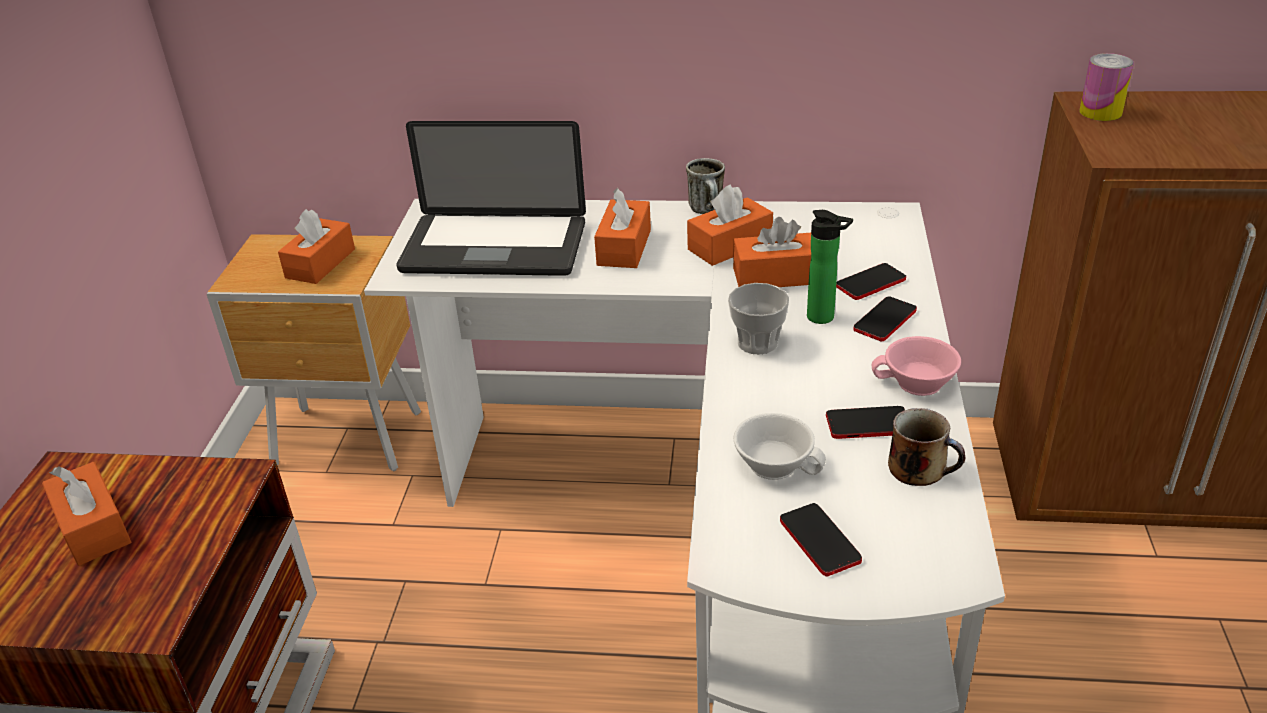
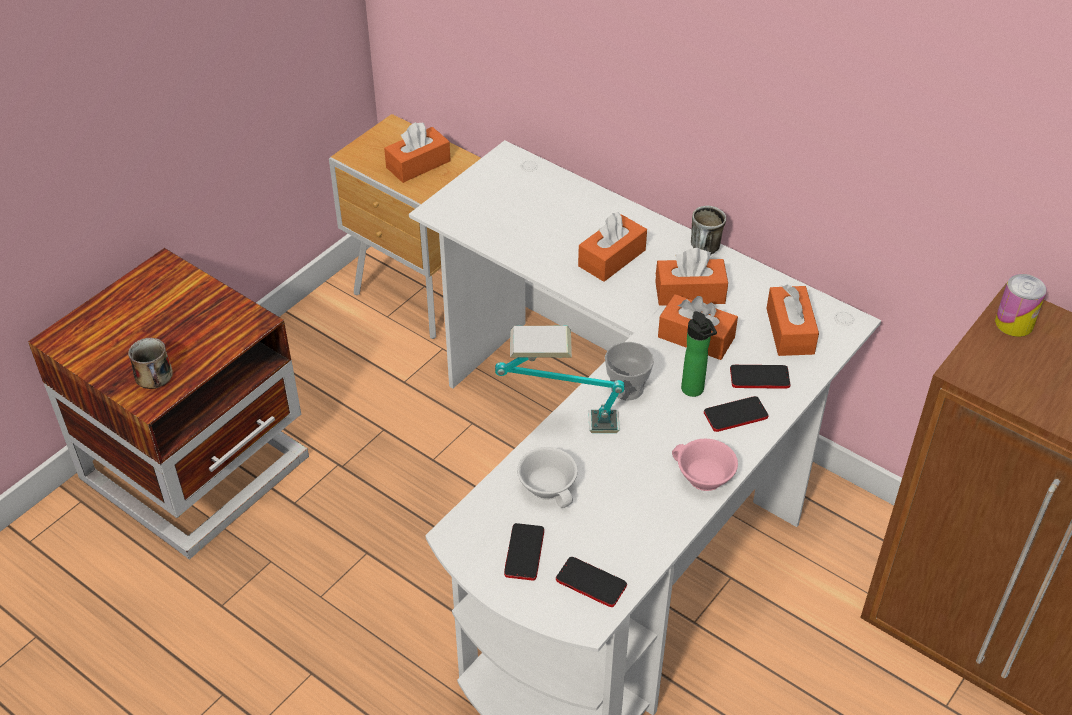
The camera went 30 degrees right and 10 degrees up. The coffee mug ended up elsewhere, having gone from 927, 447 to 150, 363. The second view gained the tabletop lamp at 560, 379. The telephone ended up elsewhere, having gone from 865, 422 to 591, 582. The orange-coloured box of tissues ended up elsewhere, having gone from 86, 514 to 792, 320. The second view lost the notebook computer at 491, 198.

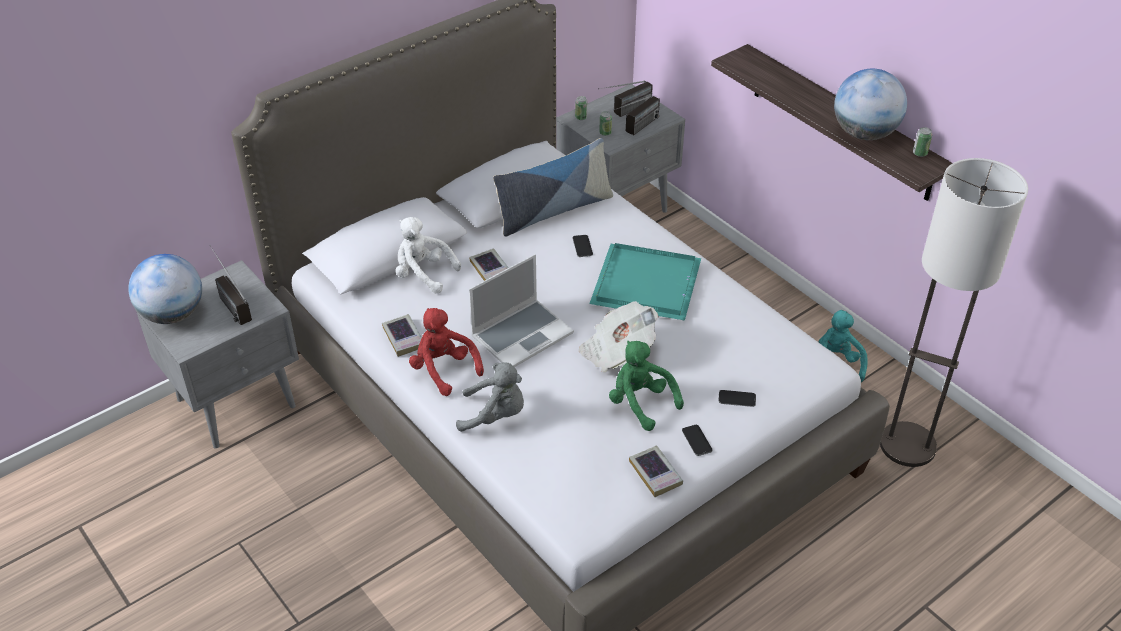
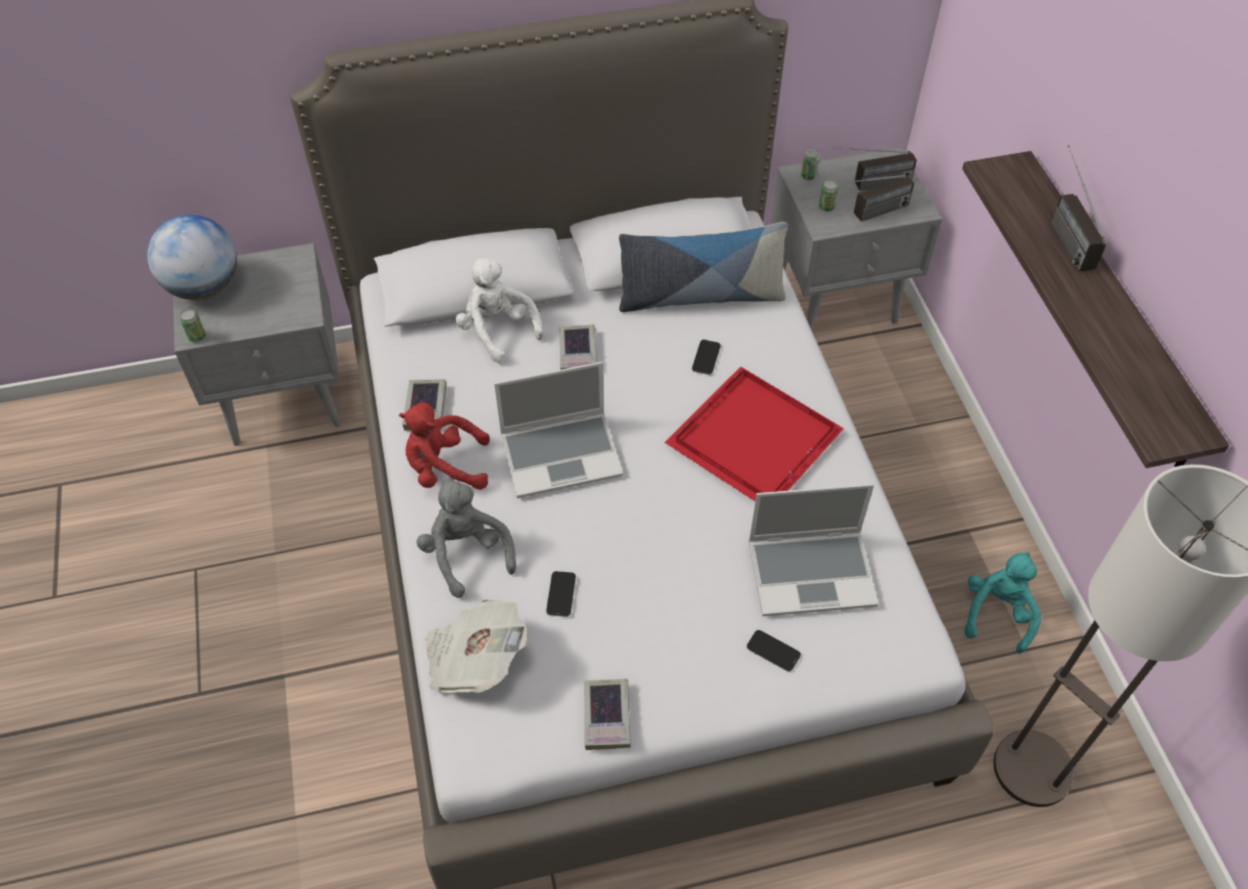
The camera went 25 degrees right and 10 degrees up. The metal can ended up elsewhere, having gone from 922, 142 to 193, 326. The red cuddly toy at 446, 352 ended up facing another way, 75 degrees counterclockwise from before. The gray cuddly toy at 490, 397 ended up facing another way, 150 degrees counterclockwise from before. The daily paper ended up elsewhere, having gone from 619, 337 to 476, 646. The telephone ended up elsewhere, having gone from 697, 440 to 561, 594. What was the turquoise carrying tray at 645, 282 turned into the red carrying tray at 754, 434. The second view gained the notebook computer at 813, 550. The radio set ended up elsewhere, having gone from 231, 285 to 1078, 208. The second view lost the green-coloured cuddly toy at 646, 386. The second view lost the globe at 870, 104.

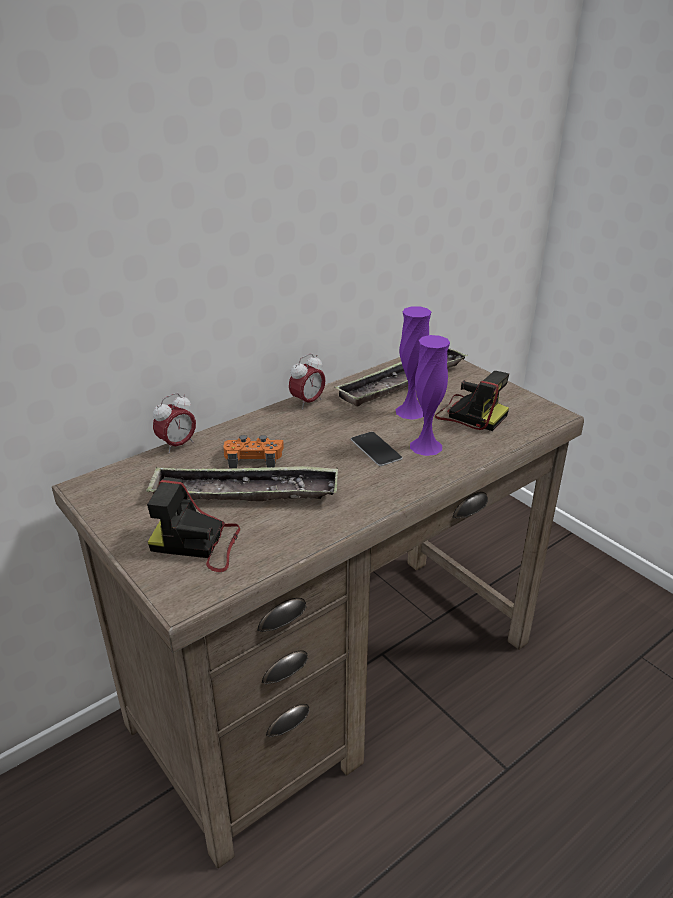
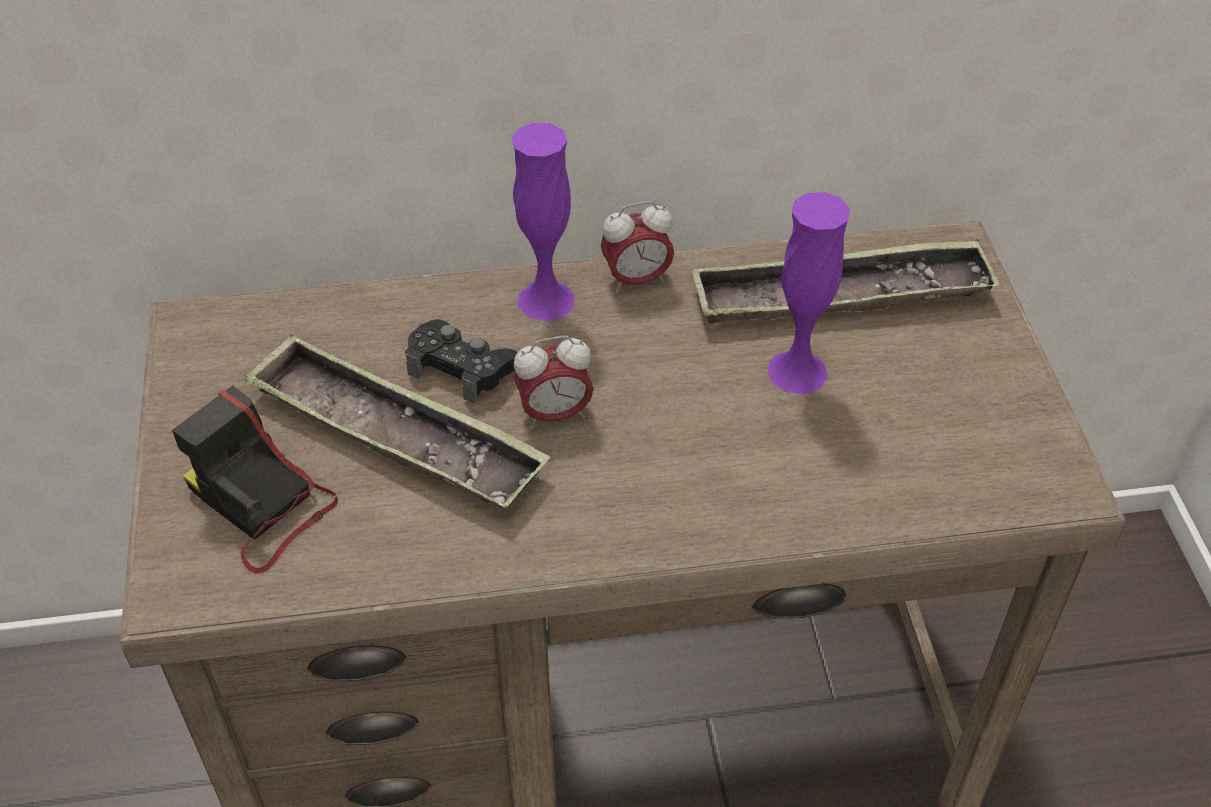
The camera went 30 degrees right and 15 degrees up. What was the orange-coloured gamepad at 253, 451 turned into the black-coloured gamepad at 461, 361. The purple flower vase ended up elsewhere, having gone from 430, 395 to 543, 222. The table clock ended up elsewhere, having gone from 174, 423 to 554, 382. The second view lost the telephone at 377, 449. The second view lost the photo camera at 472, 401.

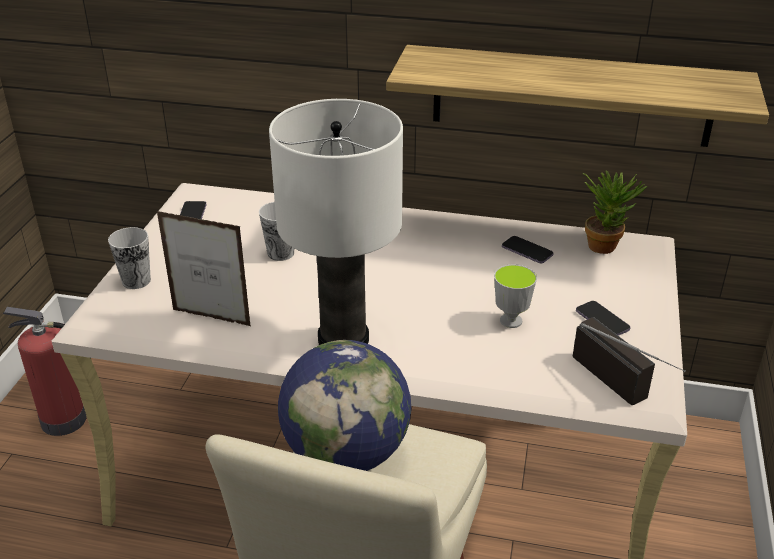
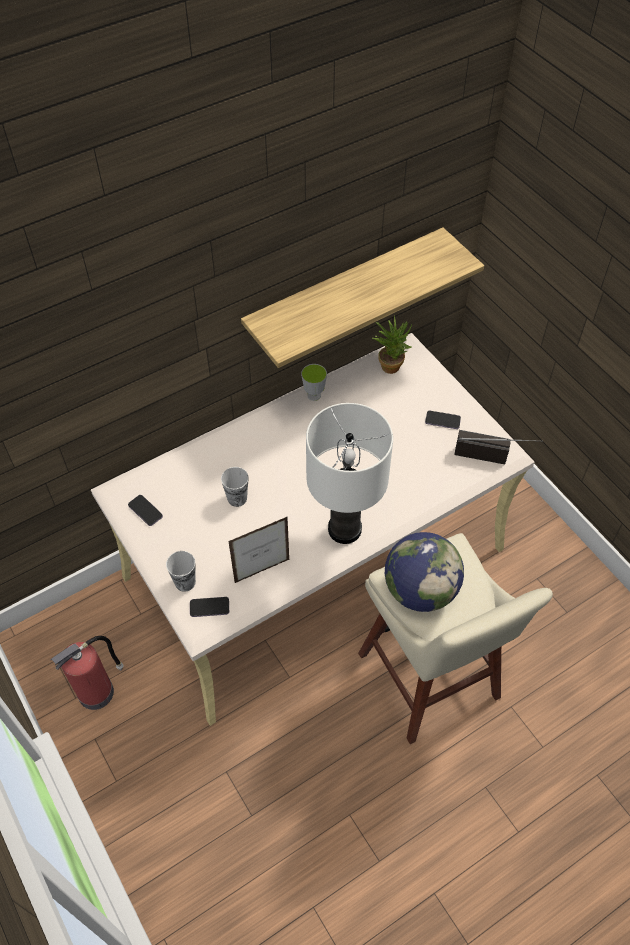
The camera went 45 degrees left and 20 degrees up. The telephone ended up elsewhere, having gone from 528, 249 to 209, 607. The drinking cup ended up elsewhere, having gone from 515, 296 to 314, 382.

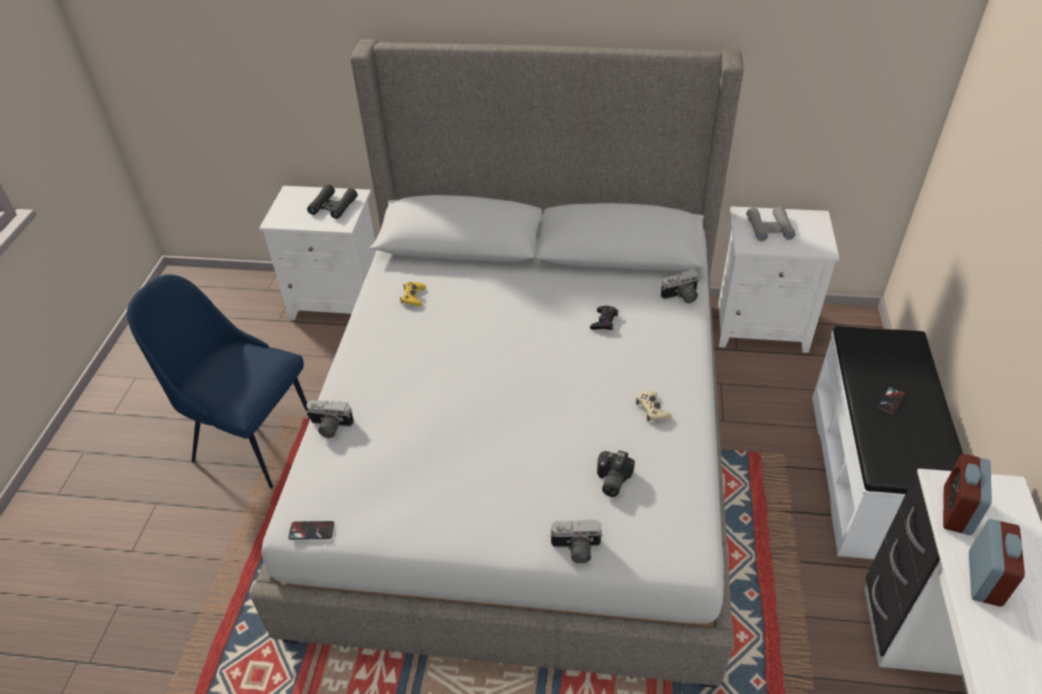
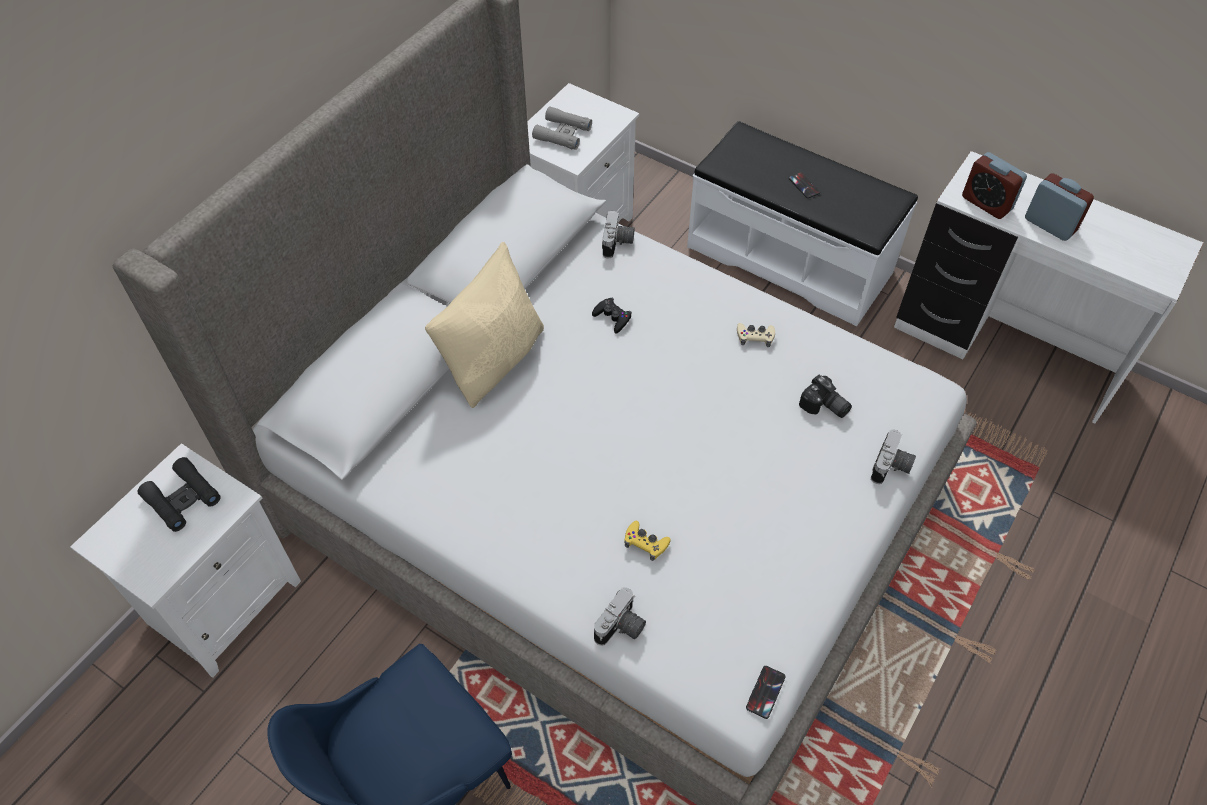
The camera went 65 degrees left and 10 degrees up. The second view gained the sand-coloured throw pillow at 484, 325. The yellow-coloured gamepad ended up elsewhere, having gone from 413, 294 to 647, 541.

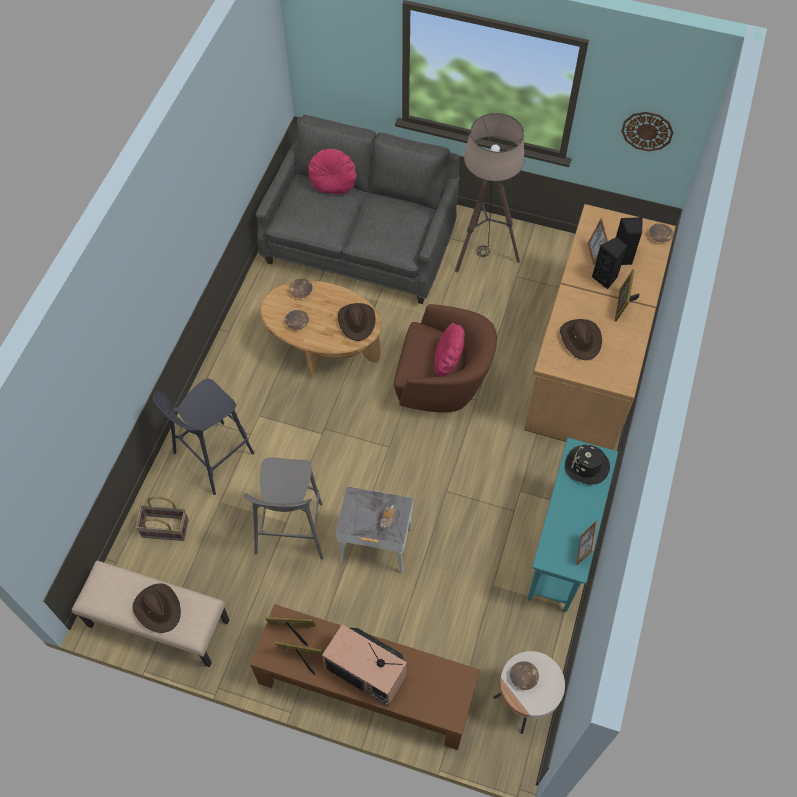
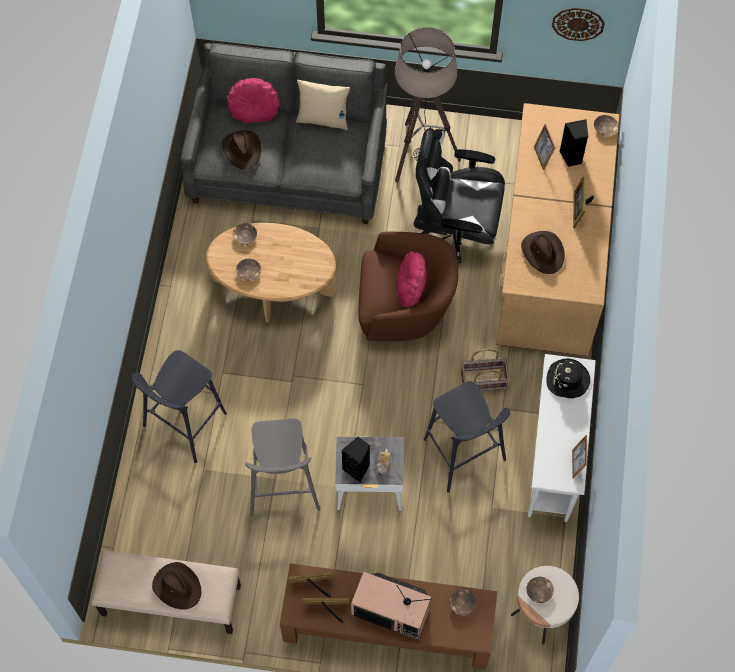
The camera went 10 degrees left and 5 degrees up. The brown-coloured wearable hat ended up elsewhere, having gone from 356, 322 to 242, 150. The second view gained the sand-coloured throw pillow at 323, 105. The black-coloured audio speaker ended up elsewhere, having gone from 609, 263 to 356, 459. The second view gained the black-coloured computer chair at 459, 195. The second view gained the gray stool at 467, 437. The second view gained the brown-coloured serving bowl at 463, 602. The basket ended up elsewhere, having gone from 162, 518 to 485, 370. What was the turquoise narrow table at 572, 525 turned into the whitish narrow table at 562, 438.

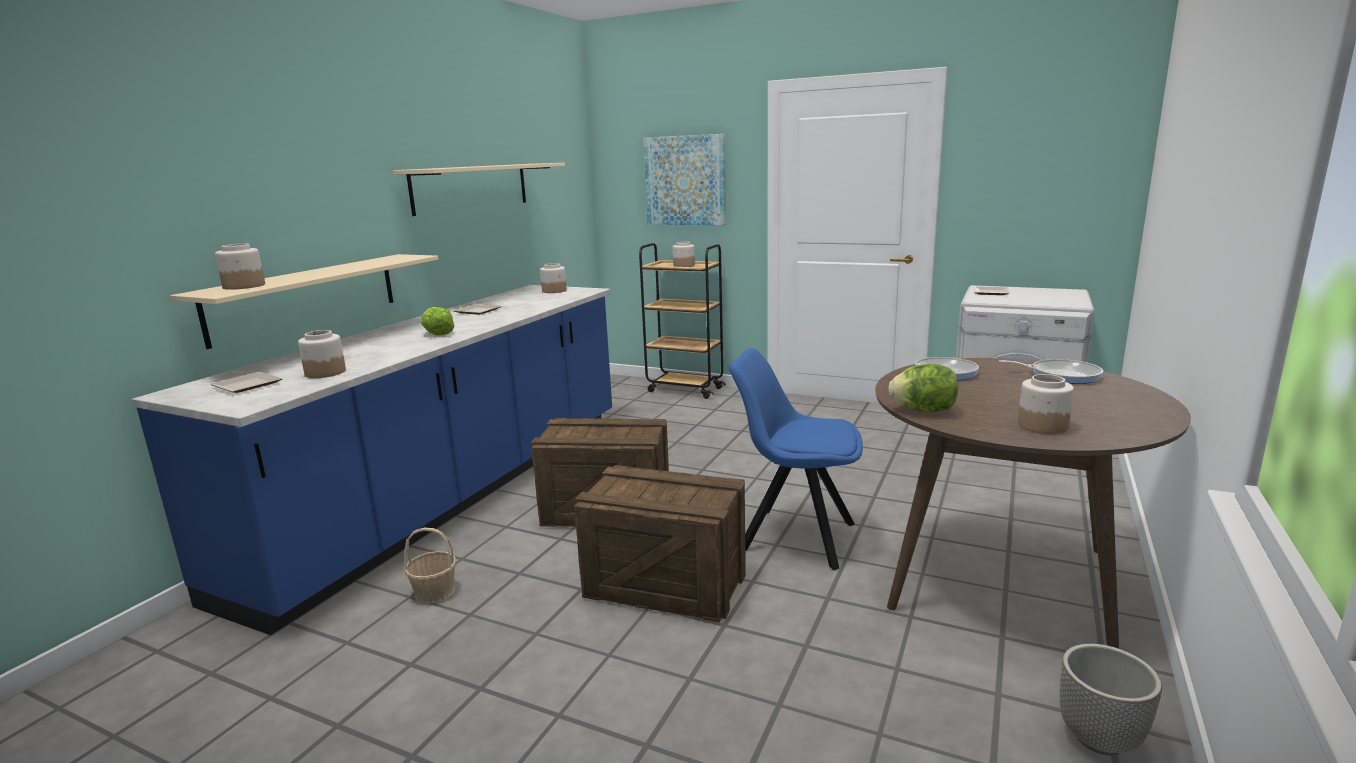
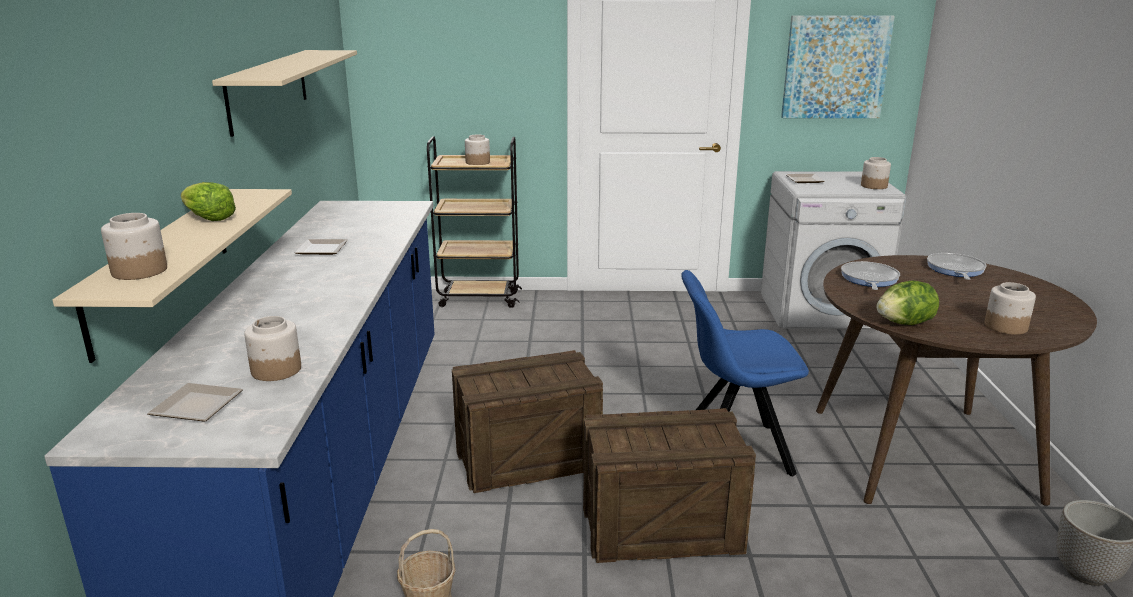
The camera went 25 degrees left and 5 degrees up. The head of lettuce ended up elsewhere, having gone from 437, 321 to 208, 201. The picture ended up elsewhere, having gone from 684, 179 to 838, 66. The preserve jar ended up elsewhere, having gone from 553, 278 to 876, 173. The pan at 1051, 371 ended up facing another way, 75 degrees counterclockwise from before.

